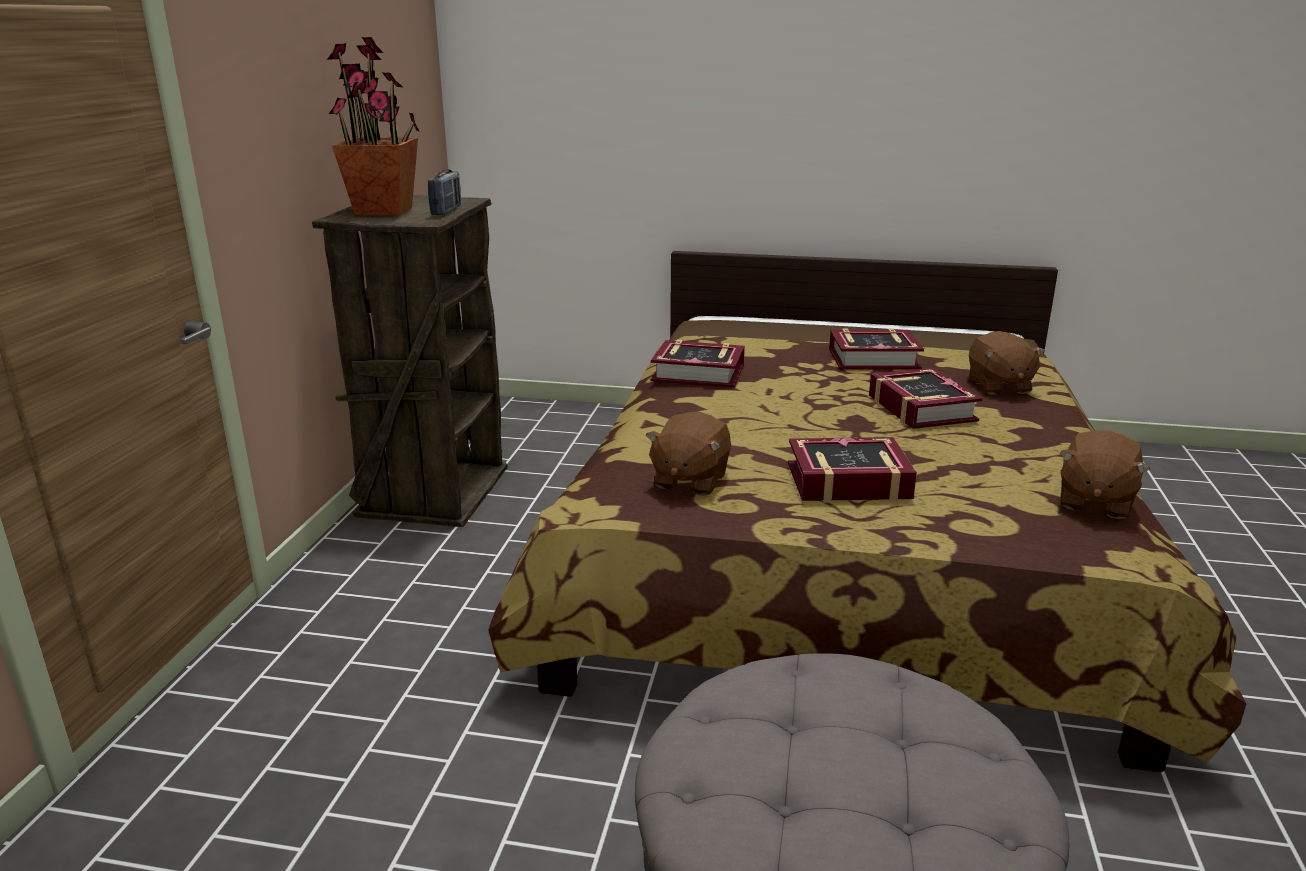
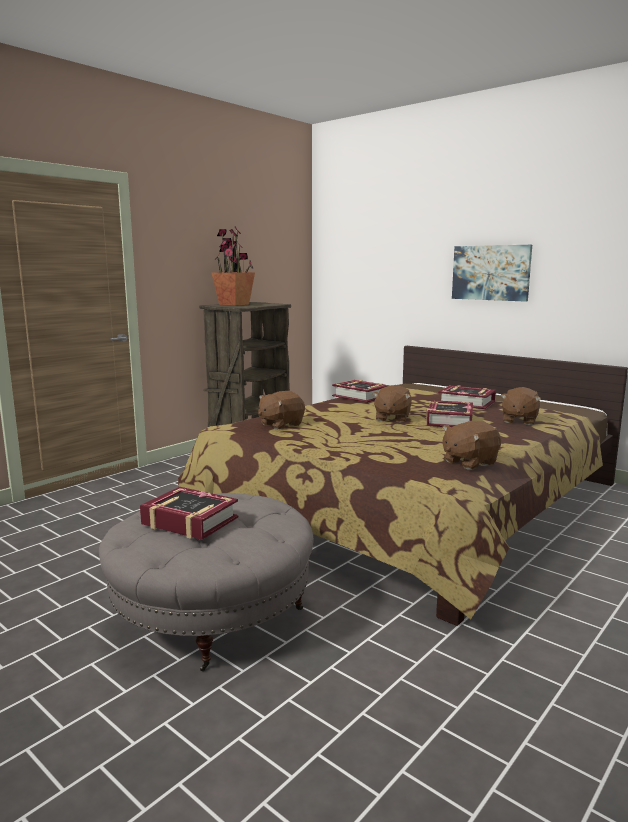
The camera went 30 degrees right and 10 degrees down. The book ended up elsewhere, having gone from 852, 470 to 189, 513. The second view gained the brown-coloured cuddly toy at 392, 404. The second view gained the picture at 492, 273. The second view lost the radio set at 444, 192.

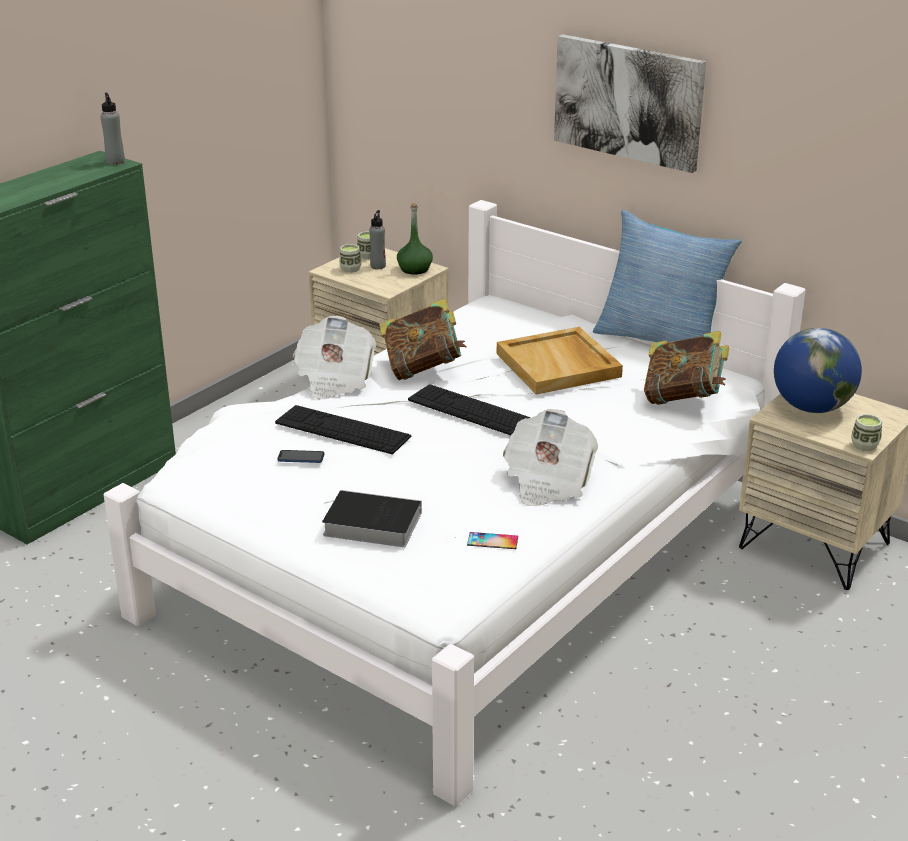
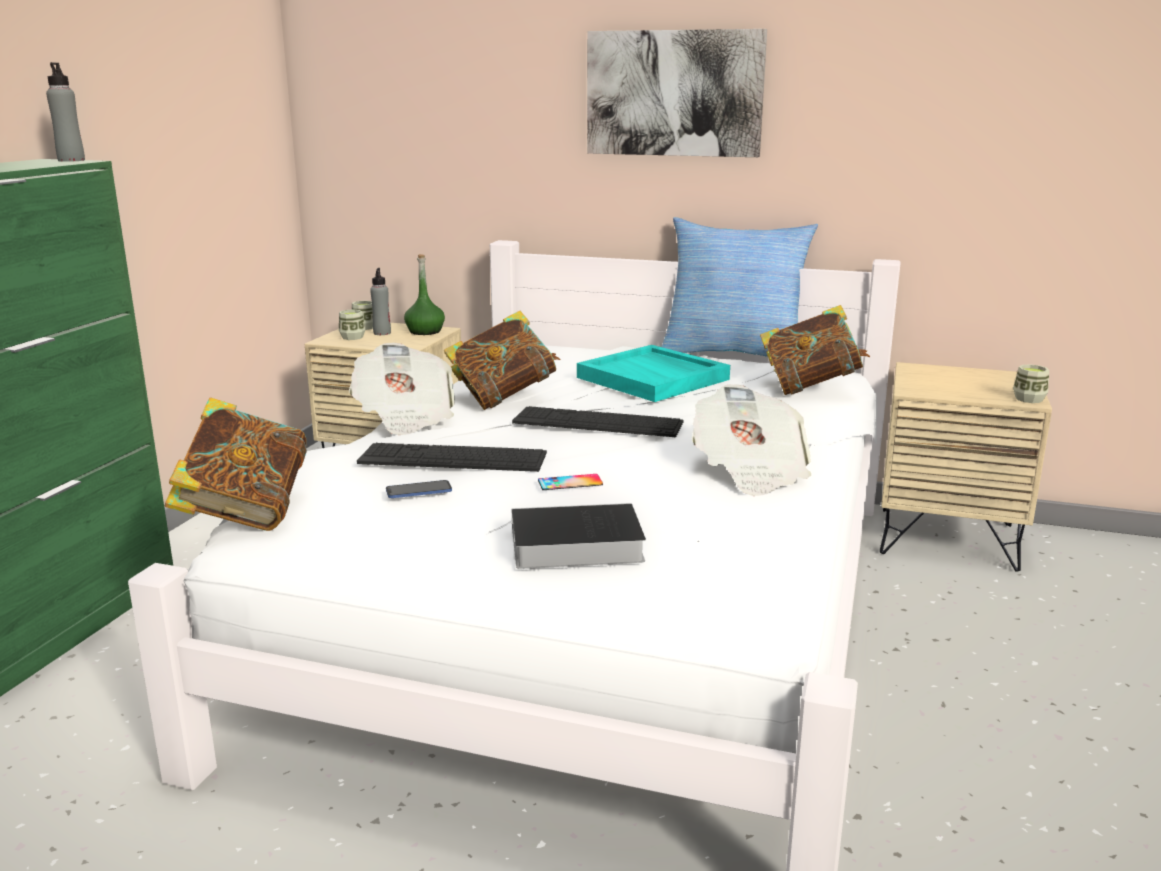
The camera went 20 degrees left and 10 degrees down. The second view gained the book at 236, 464. The telephone ended up elsewhere, having gone from 492, 540 to 570, 482. What was the sand-coloured carrying tray at 560, 361 turned into the turquoise carrying tray at 653, 373. The second view lost the globe at 818, 370.

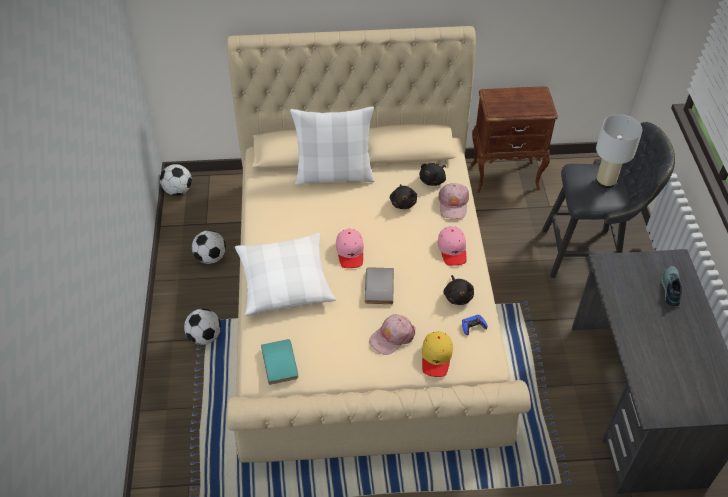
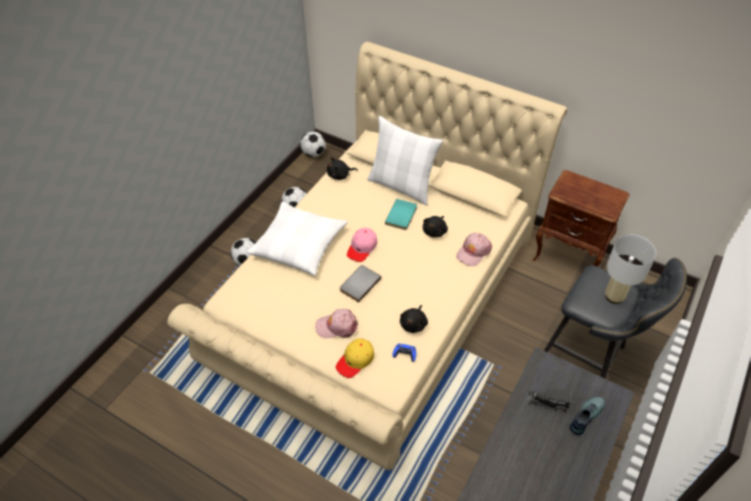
The camera went 35 degrees right and 0 degrees up. The black-coloured cuddly toy ended up elsewhere, having gone from 432, 174 to 342, 168. The turquoise book ended up elsewhere, having gone from 279, 362 to 401, 214. The second view gained the toy truck at 552, 400. The second view lost the pinkish peaked cap at 452, 246.

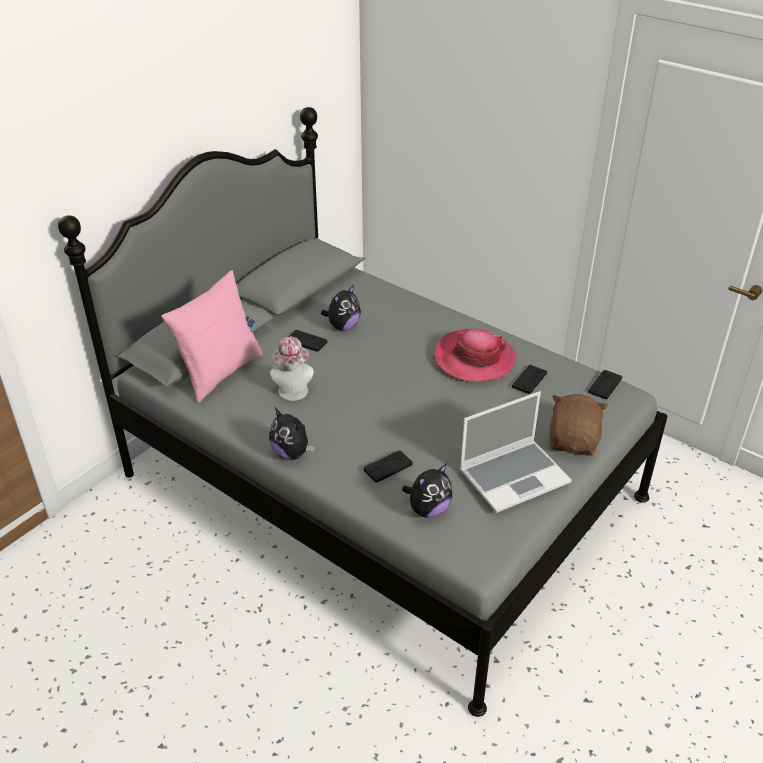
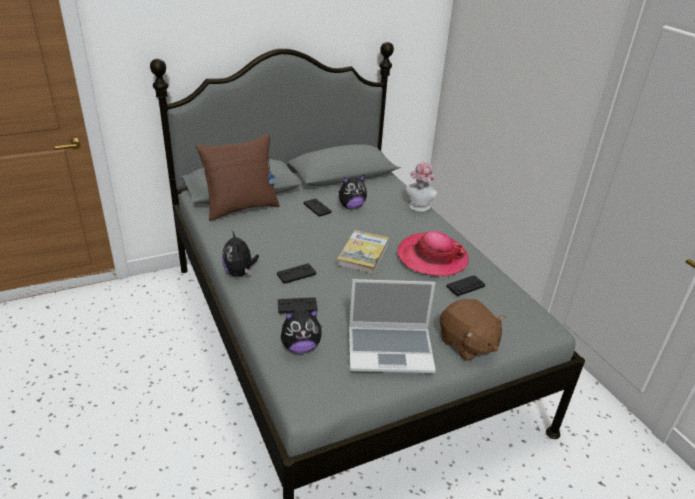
The camera went 25 degrees right and 5 degrees down. What was the pinkish throw pillow at 212, 336 turned into the brown-coloured throw pillow at 237, 177. The black-coloured gamepad ended up elsewhere, having gone from 605, 384 to 296, 273. The second view gained the book at 363, 252. The wearable hat ended up elsewhere, having gone from 292, 369 to 421, 187. The brown-coloured cuddly toy at 579, 425 ended up facing another way, 105 degrees clockwise from before.

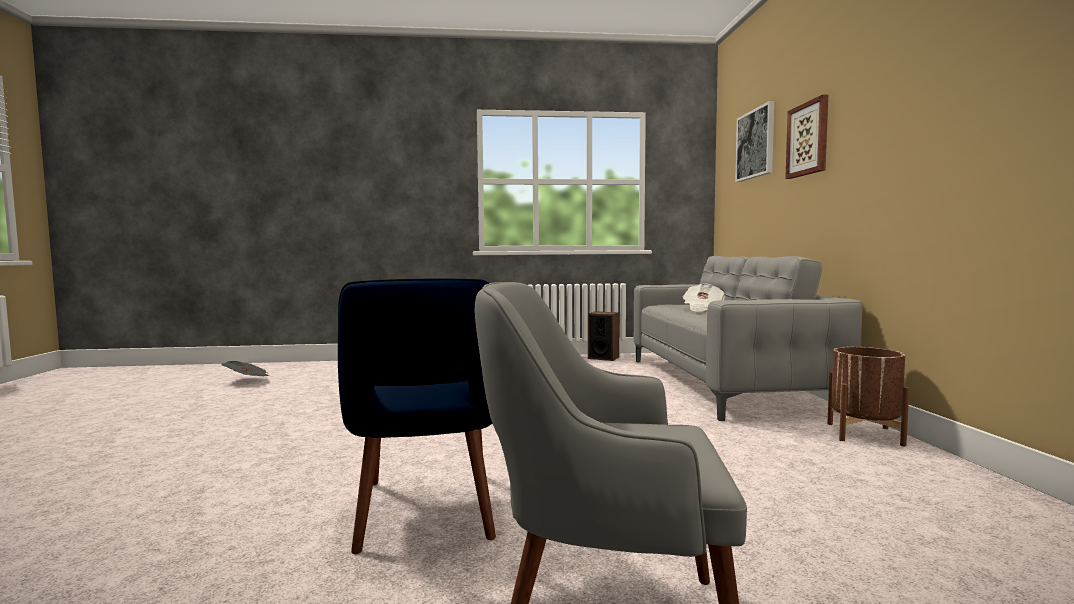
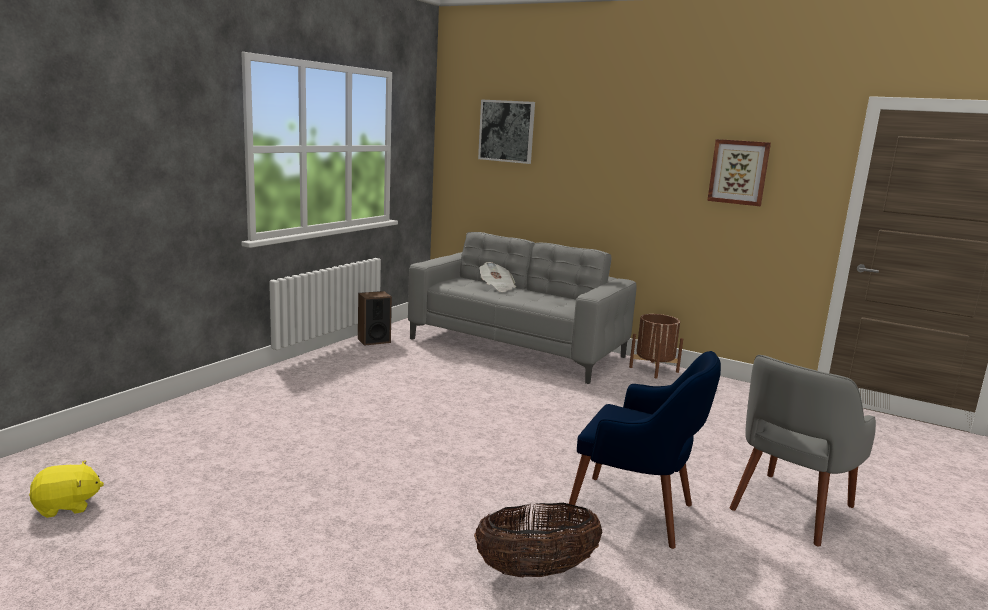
The camera went 55 degrees left and 10 degrees up. Where the daily paper stood at 245, 368, the yellow-coloured cuddly toy came to stand at 66, 489. The second view gained the basket at 538, 540. The picture ended up elsewhere, having gone from 806, 137 to 739, 172.

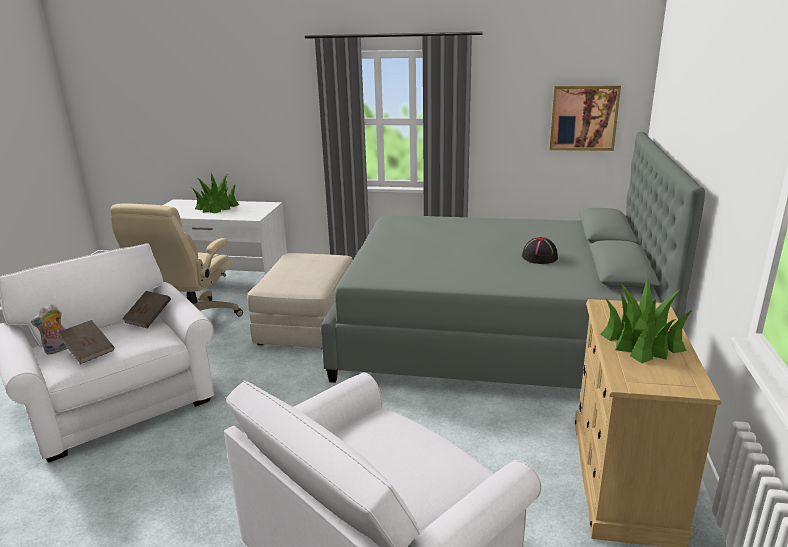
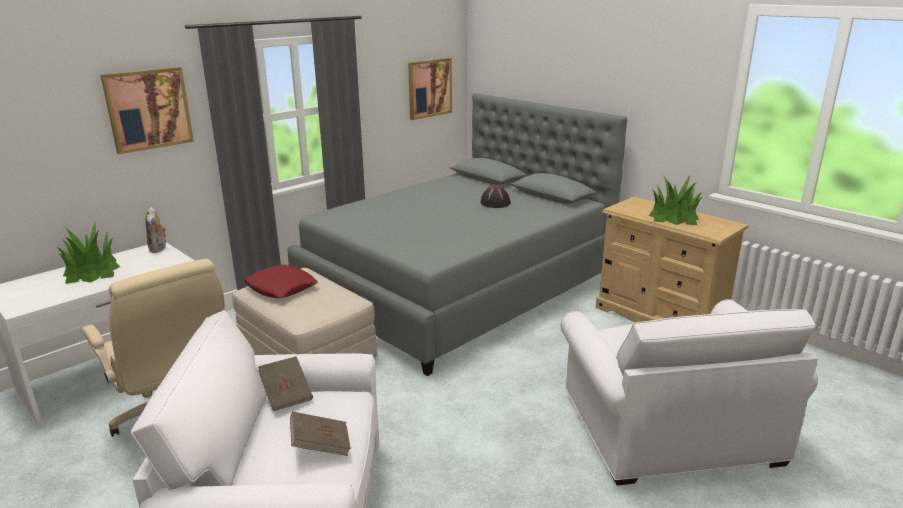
The camera went 55 degrees left and 0 degrees up. The second view gained the picture at 147, 110. The cuddly toy ended up elsewhere, having gone from 49, 329 to 155, 230. The second view gained the red throw pillow at 280, 281.

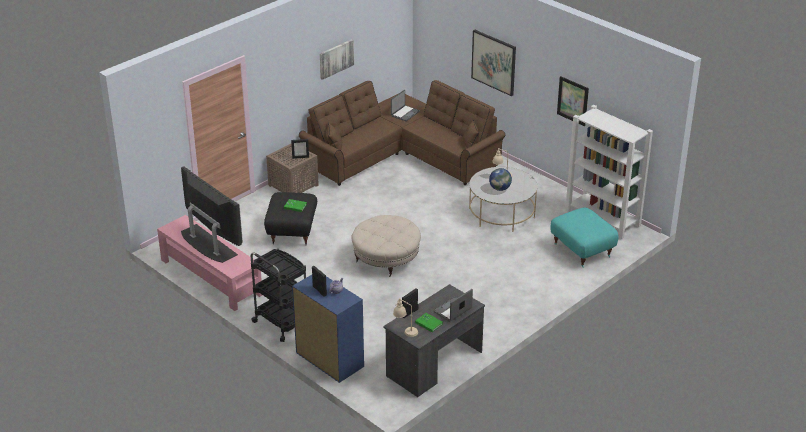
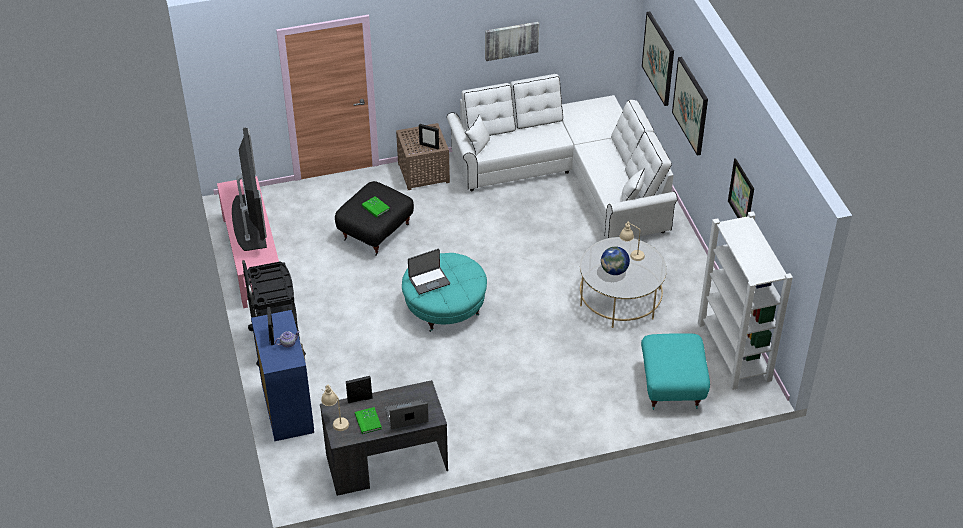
The camera went 30 degrees right and 10 degrees up. What was the sand-coloured footrest at 386, 246 turned into the turquoise footrest at 444, 292. The notebook computer ended up elsewhere, having gone from 405, 105 to 429, 272. What was the brown-coloured couch at 402, 133 turned into the whitish couch at 561, 156. The second view gained the picture at 658, 58.

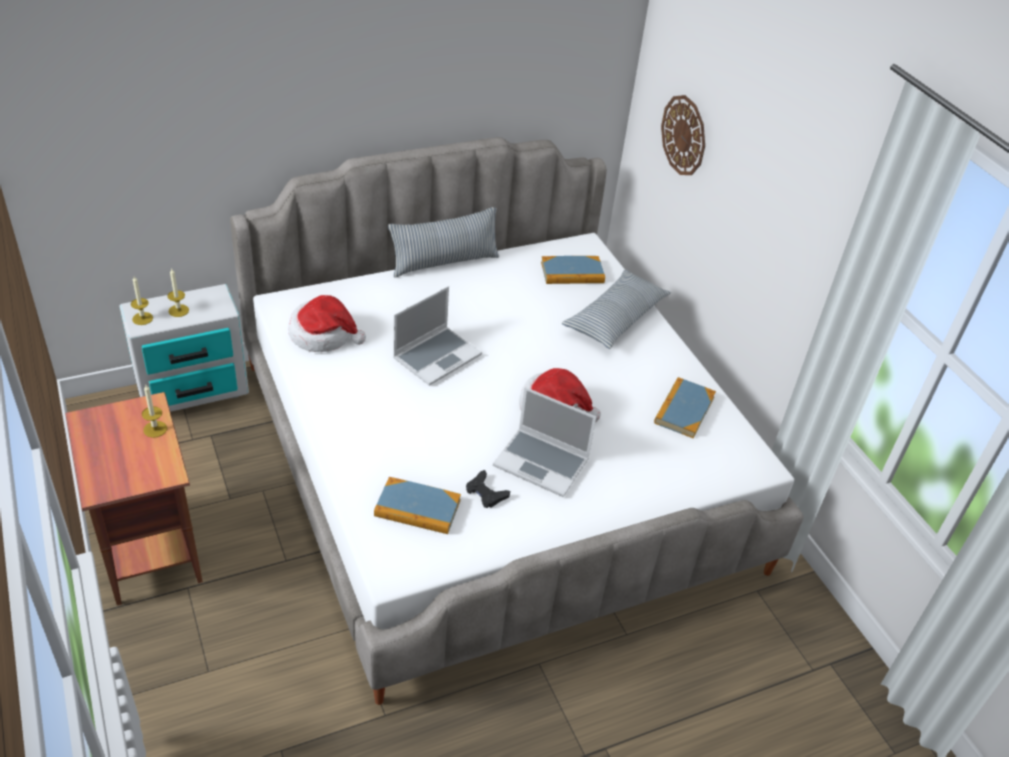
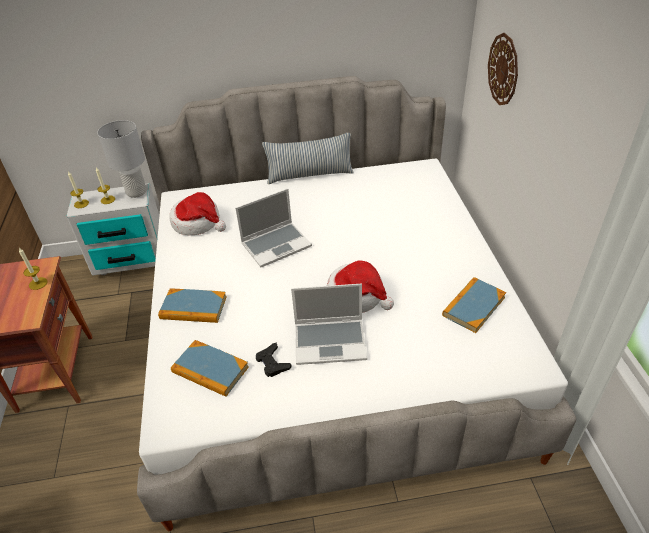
The camera went 20 degrees right and 0 degrees up. The second view gained the gray tabletop lamp at 121, 159. The book ended up elsewhere, having gone from 573, 270 to 192, 305. The notebook computer at 544, 442 ended up facing another way, 45 degrees counterclockwise from before. The second view lost the throw pillow at 616, 309.

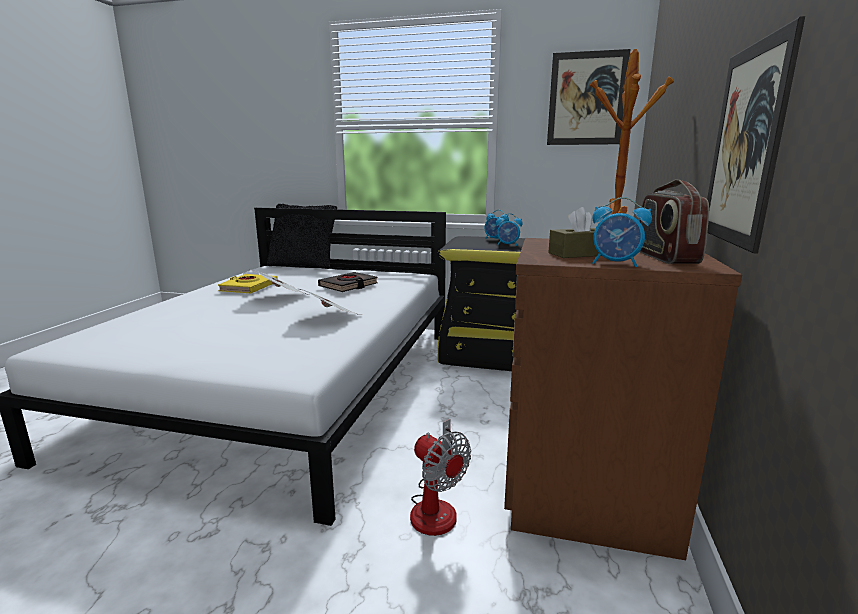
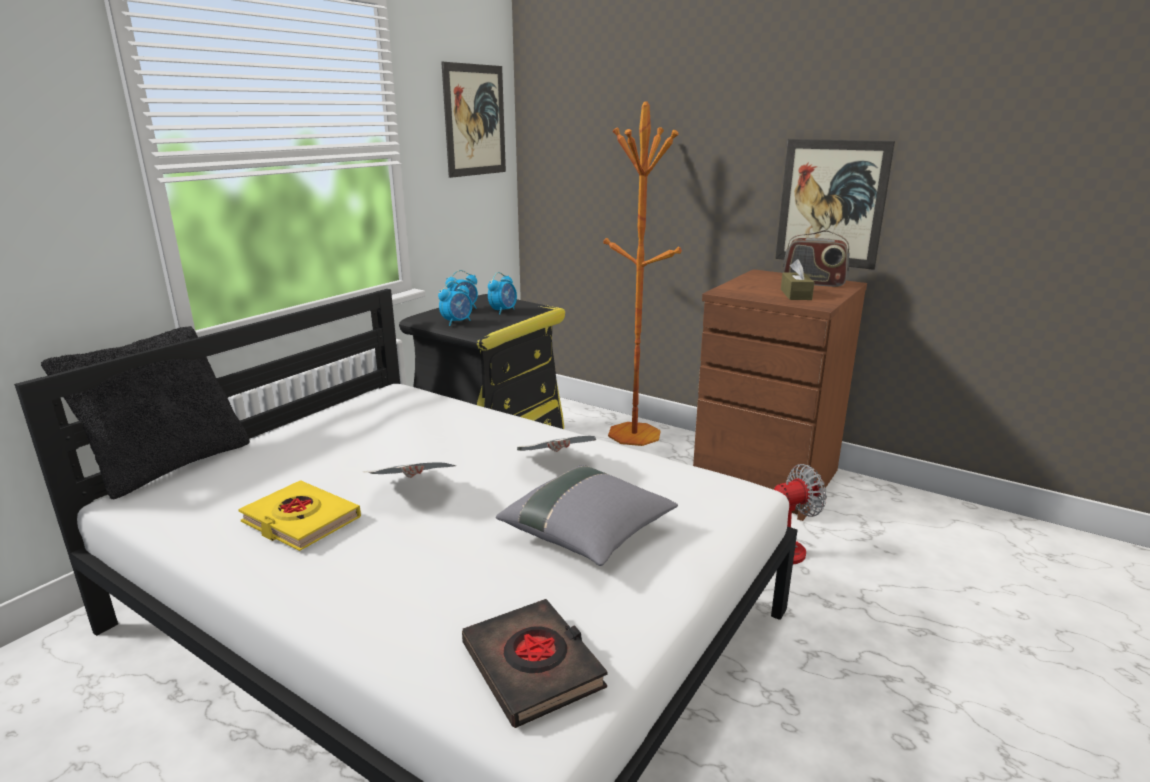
The camera went 70 degrees left and 5 degrees up. The table clock ended up elsewhere, having gone from 622, 232 to 455, 303. The black-coloured book ended up elsewhere, having gone from 348, 282 to 535, 663. The second view gained the gray throw pillow at 587, 515.

